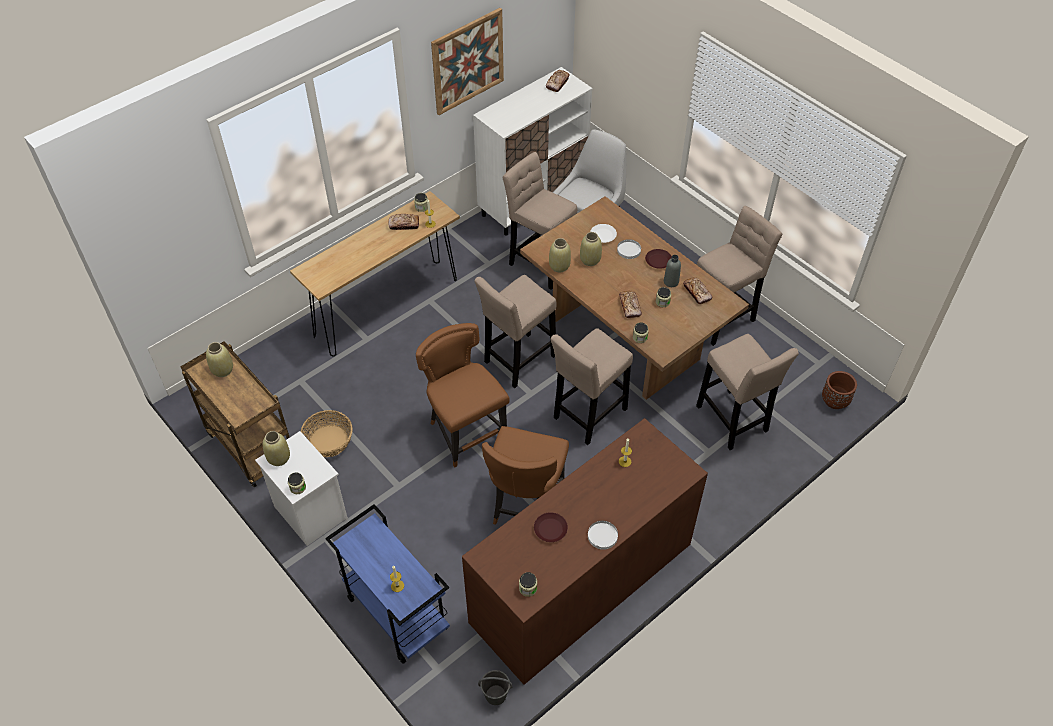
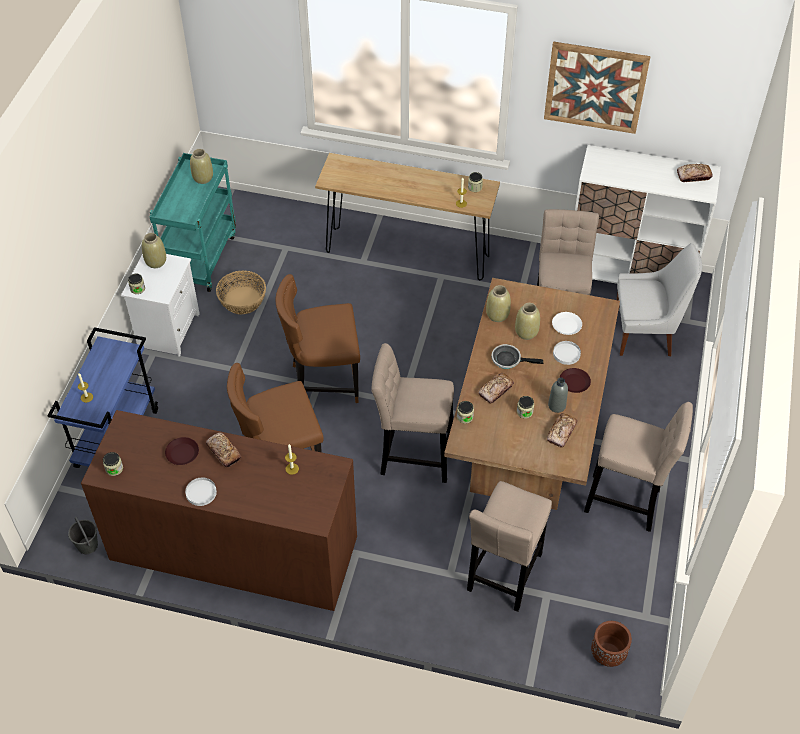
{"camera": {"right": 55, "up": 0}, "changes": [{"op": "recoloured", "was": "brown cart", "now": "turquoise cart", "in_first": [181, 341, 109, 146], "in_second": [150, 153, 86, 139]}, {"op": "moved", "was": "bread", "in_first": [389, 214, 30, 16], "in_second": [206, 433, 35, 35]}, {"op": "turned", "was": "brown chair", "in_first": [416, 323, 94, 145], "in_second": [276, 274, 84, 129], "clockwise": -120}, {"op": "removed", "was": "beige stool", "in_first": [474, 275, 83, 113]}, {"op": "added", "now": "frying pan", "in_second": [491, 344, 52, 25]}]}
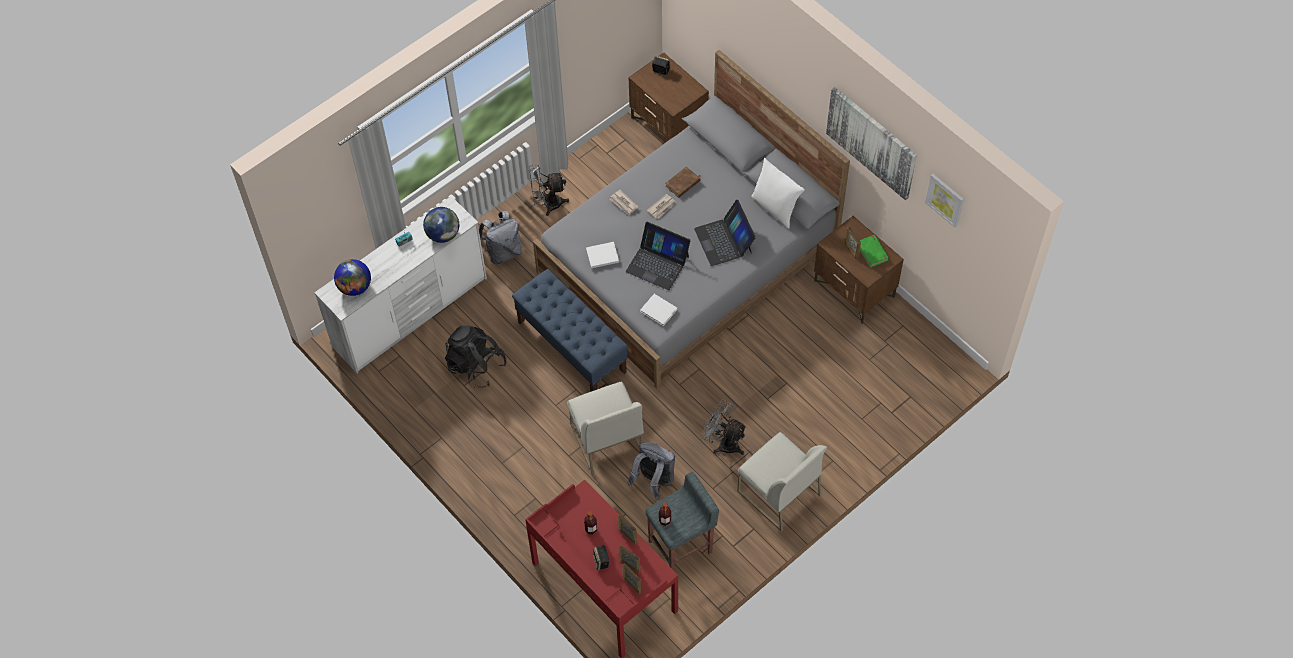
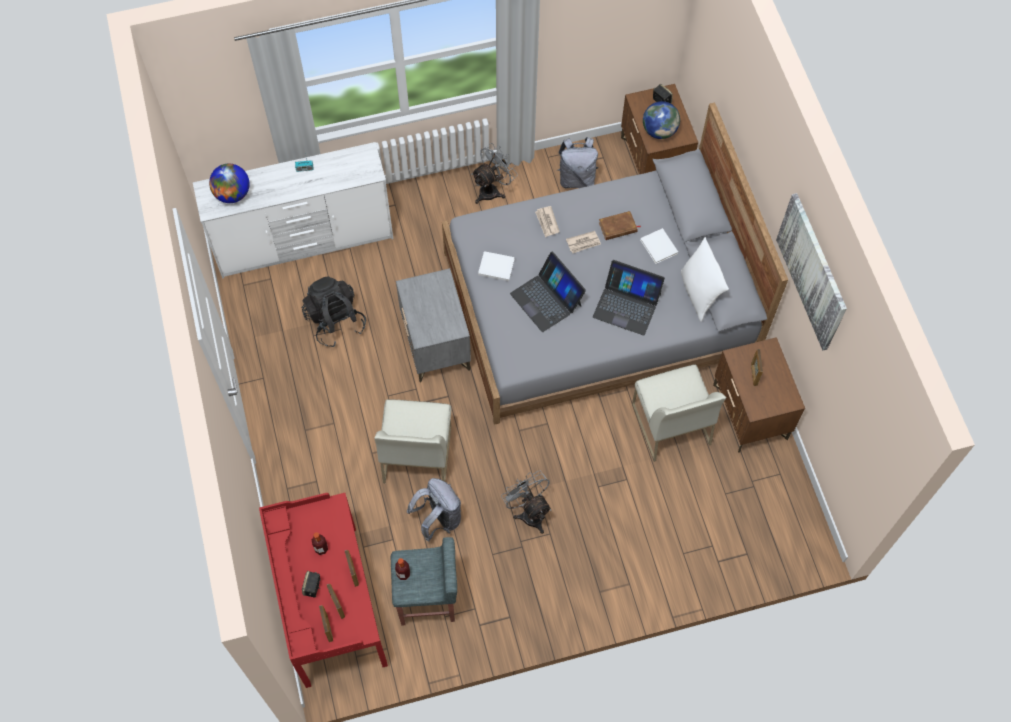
{"camera": {"right": 25, "up": 5}, "changes": [{"op": "moved", "was": "globe", "in_first": [423, 207, 36, 36], "in_second": [643, 101, 37, 38]}, {"op": "moved", "was": "grey backpack", "in_first": [479, 211, 43, 53], "in_second": [558, 137, 40, 51]}, {"op": "replaced", "was": "blue bench", "now": "grey nightstand", "in_first": [512, 269, 116, 123], "in_second": [396, 268, 75, 115]}, {"op": "turned", "was": "grey fan", "in_first": [529, 164, 40, 52], "in_second": [471, 143, 47, 61], "clockwise": 120}, {"op": "moved", "was": "white book", "in_first": [640, 294, 38, 32], "in_second": [640, 228, 38, 36]}, {"op": "turned", "was": "laptop", "in_first": [694, 200, 62, 66], "in_second": [593, 260, 72, 76], "clockwise": -75}, {"op": "moved", "was": "white chair", "in_first": [737, 432, 90, 100], "in_second": [632, 364, 94, 98]}, {"op": "removed", "was": "green book", "in_first": [860, 235, 29, 33]}, {"op": "removed", "was": "picture", "in_first": [925, 174, 39, 54]}]}
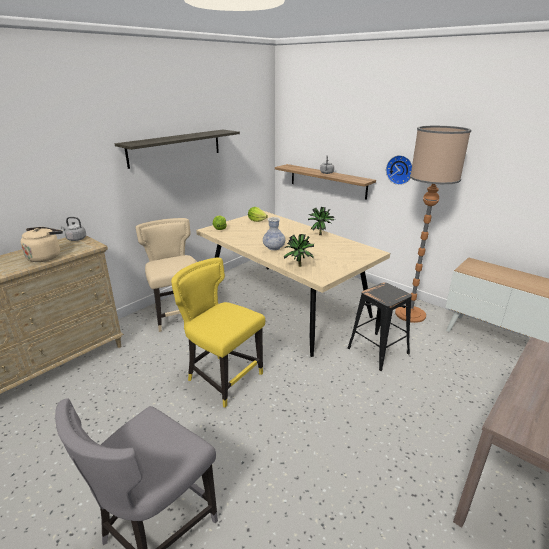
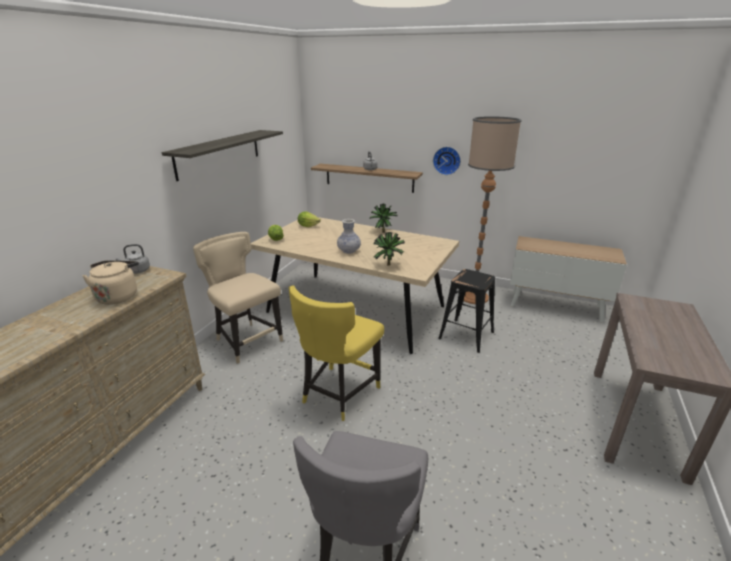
{"camera": {"right": -20, "up": 0}, "changes": [{"op": "turned", "was": "yellow chair", "in_first": [171, 258, 94, 150], "in_second": [289, 285, 95, 136], "clockwise": -75}]}
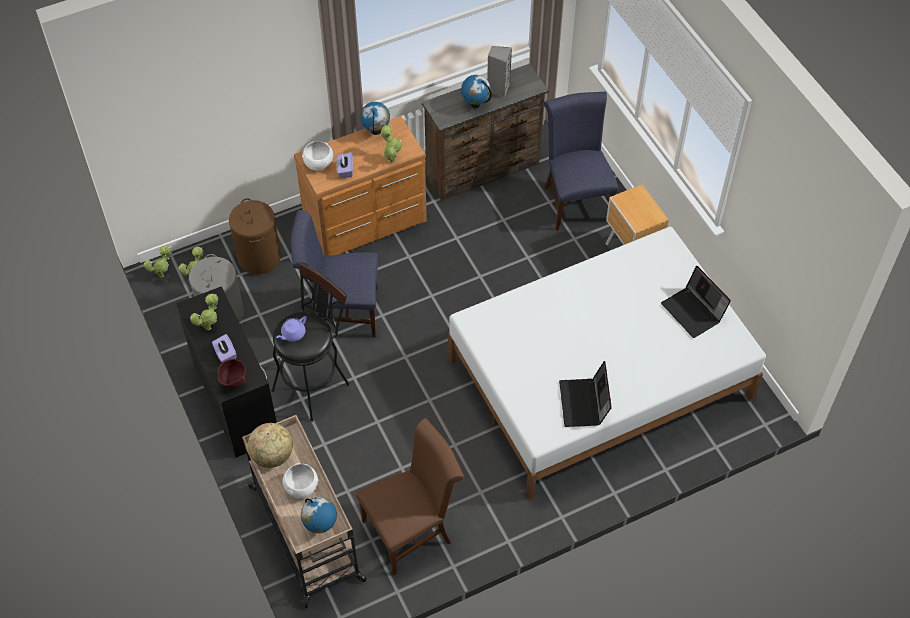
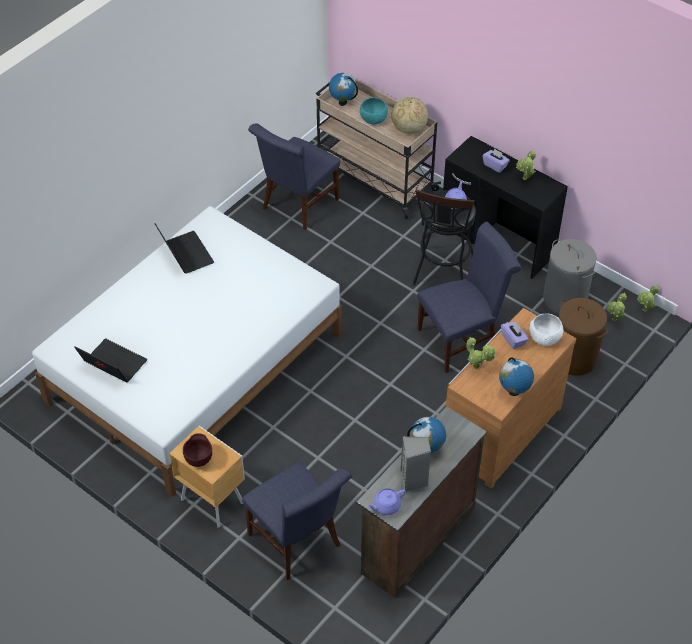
{"camera": {"right": 155, "up": -5}, "changes": [{"op": "moved", "was": "brown bowl", "in_first": [218, 359, 29, 29], "in_second": [183, 433, 29, 34]}, {"op": "recoloured", "was": "white bowl", "now": "turquoise bowl", "in_first": [283, 463, 35, 36], "in_second": [360, 98, 28, 26]}, {"op": "recoloured", "was": "brown chair", "now": "blue chair", "in_first": [356, 418, 108, 157], "in_second": [248, 123, 92, 108]}, {"op": "added", "now": "purple teapot", "in_second": [367, 488, 39, 27]}]}
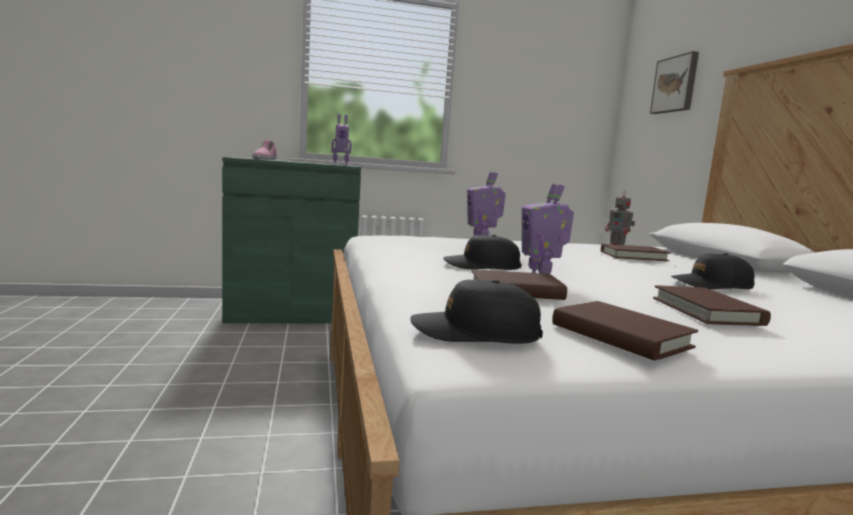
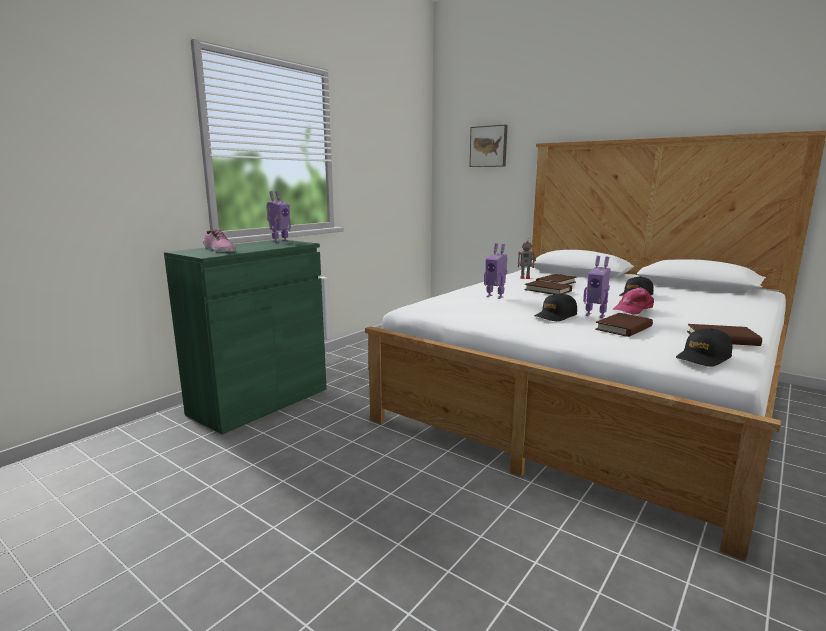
{"camera": {"right": -40, "up": 5}, "changes": [{"op": "moved", "was": "brown book", "in_first": [653, 285, 118, 41], "in_second": [524, 280, 48, 15]}, {"op": "added", "now": "pink cap", "in_second": [612, 287, 42, 28]}]}
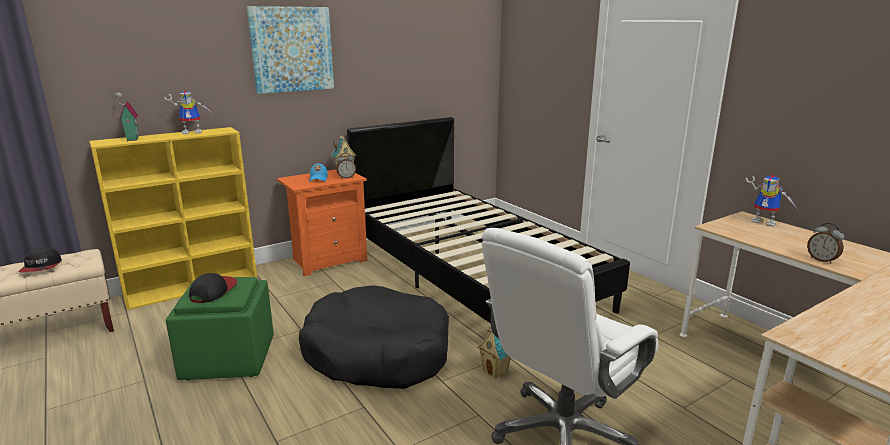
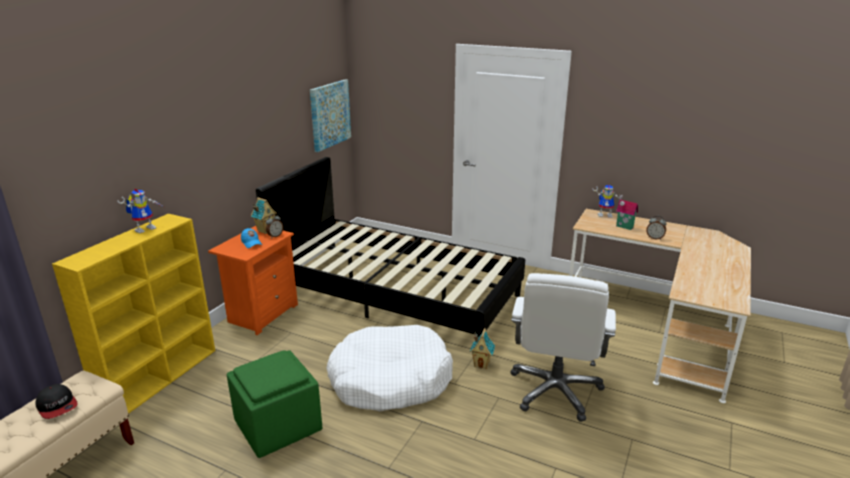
{"camera": {"right": -30, "up": 5}, "changes": [{"op": "moved", "was": "toy house", "in_first": [115, 92, 24, 49], "in_second": [616, 195, 22, 35]}, {"op": "removed", "was": "cap", "in_first": [189, 273, 48, 30]}, {"op": "moved", "was": "picture", "in_first": [247, 6, 87, 88], "in_second": [310, 79, 41, 73]}, {"op": "recoloured", "was": "black dog bed", "now": "white dog bed", "in_first": [299, 285, 150, 104], "in_second": [326, 325, 127, 87]}]}
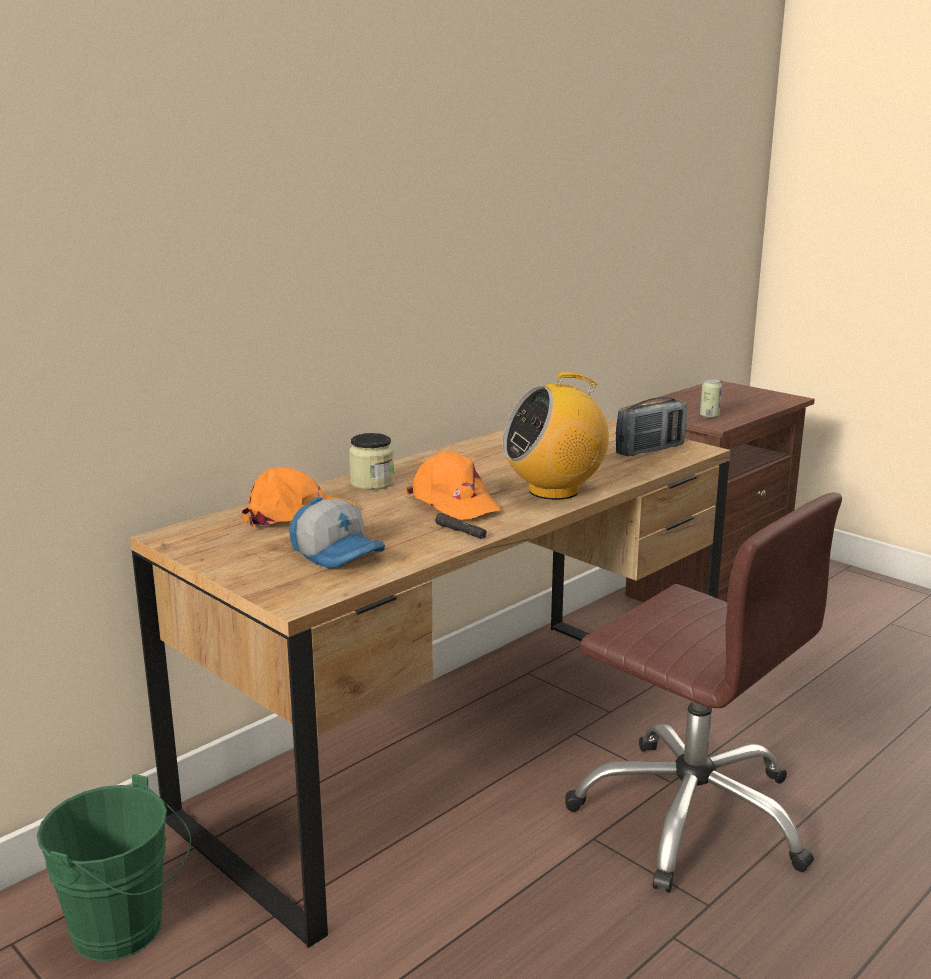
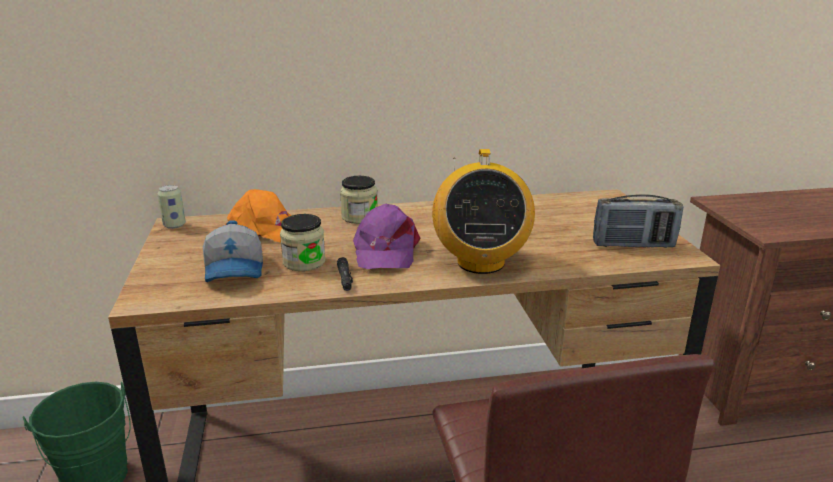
{"camera": {"right": 35, "up": 5}, "changes": [{"op": "recoloured", "was": "orange cap", "now": "purple cap", "in_first": [406, 451, 96, 69], "in_second": [353, 204, 67, 65]}, {"op": "turned", "was": "radio", "in_first": [503, 372, 106, 128], "in_second": [432, 149, 103, 125], "clockwise": -105}, {"op": "moved", "was": "can", "in_first": [700, 379, 22, 40], "in_second": [158, 185, 28, 44]}, {"op": "added", "now": "jar", "in_second": [280, 214, 45, 57]}]}
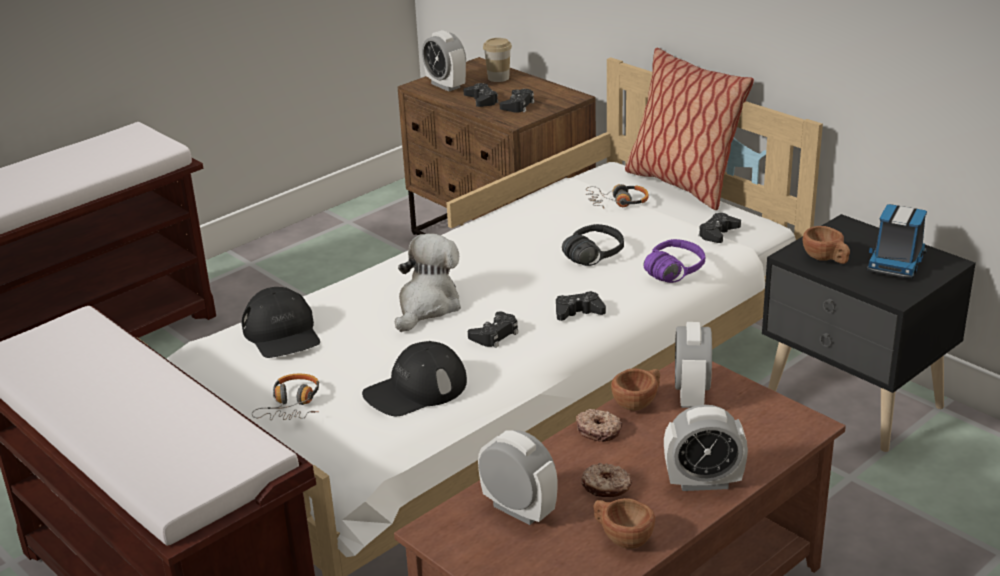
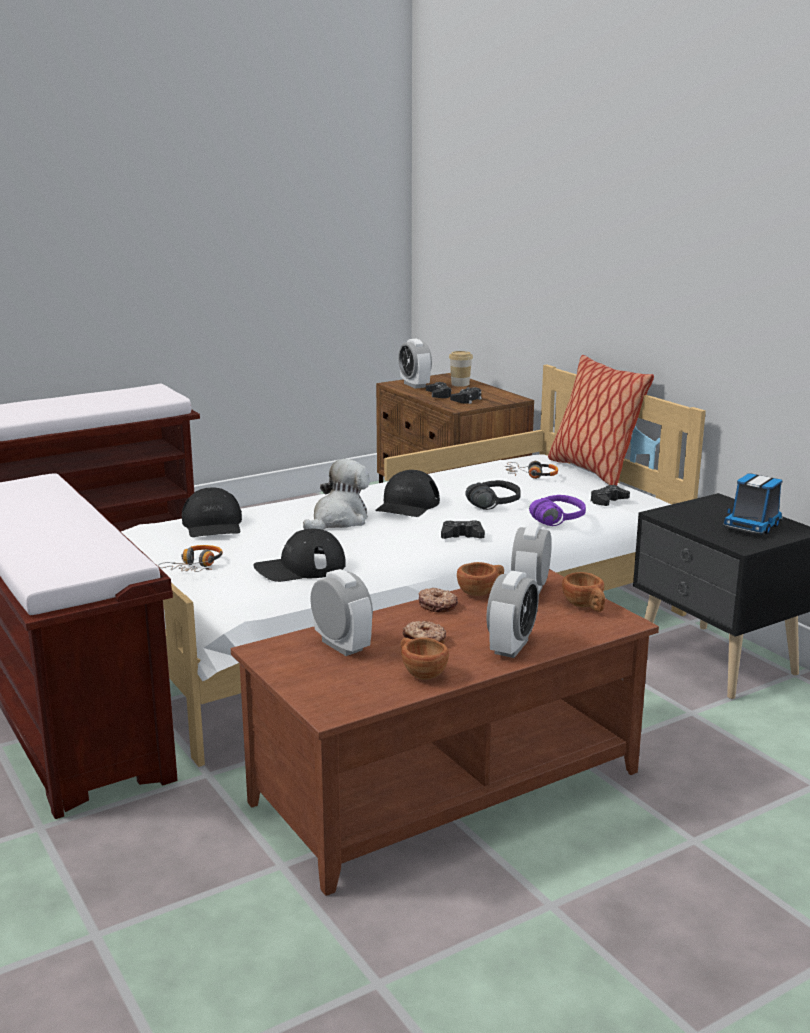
{"camera": {"right": 10, "up": -10}, "changes": [{"op": "removed", "was": "black game controller", "in_first": [468, 311, 50, 37]}, {"op": "turned", "was": "alarm clock", "in_first": [664, 405, 84, 86], "in_second": [486, 571, 53, 87], "clockwise": -75}, {"op": "moved", "was": "brown cup", "in_first": [803, 226, 47, 38], "in_second": [562, 572, 43, 40]}, {"op": "added", "now": "black cap", "in_second": [375, 470, 65, 47]}]}
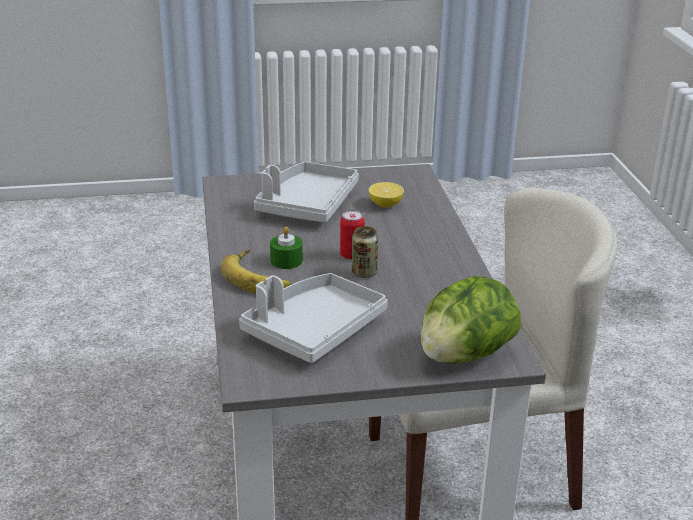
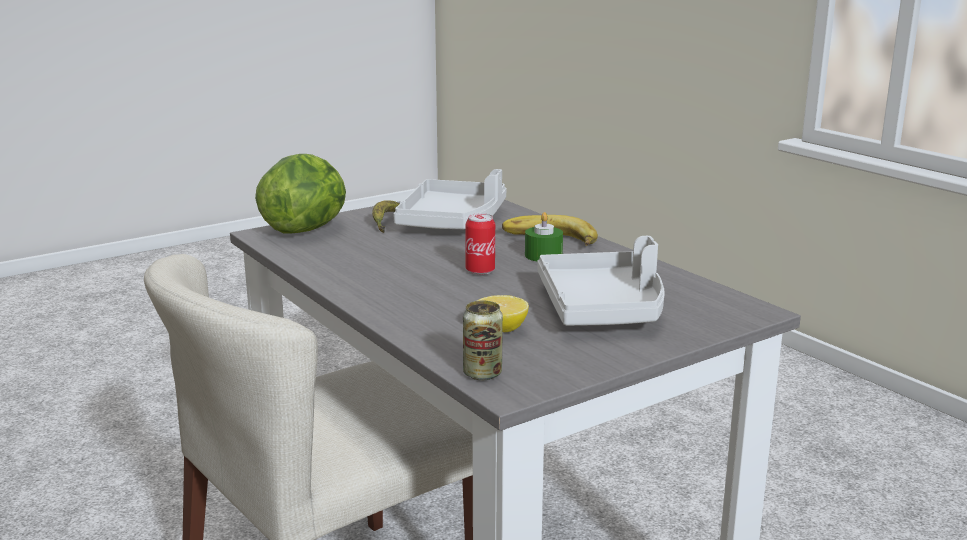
{"camera": {"right": 155, "up": -10}, "changes": [{"op": "moved", "was": "can", "in_first": [352, 226, 26, 52], "in_second": [463, 300, 40, 80]}, {"op": "added", "now": "banana", "in_second": [372, 200, 27, 33]}]}
